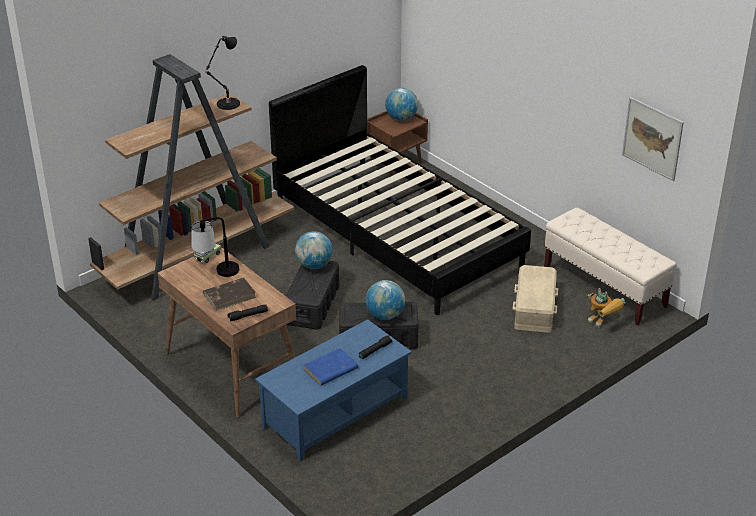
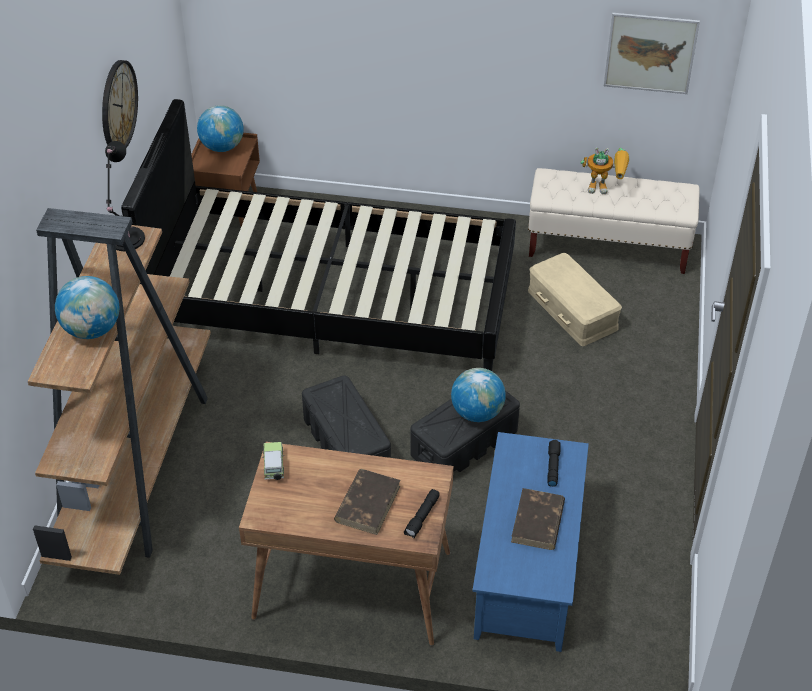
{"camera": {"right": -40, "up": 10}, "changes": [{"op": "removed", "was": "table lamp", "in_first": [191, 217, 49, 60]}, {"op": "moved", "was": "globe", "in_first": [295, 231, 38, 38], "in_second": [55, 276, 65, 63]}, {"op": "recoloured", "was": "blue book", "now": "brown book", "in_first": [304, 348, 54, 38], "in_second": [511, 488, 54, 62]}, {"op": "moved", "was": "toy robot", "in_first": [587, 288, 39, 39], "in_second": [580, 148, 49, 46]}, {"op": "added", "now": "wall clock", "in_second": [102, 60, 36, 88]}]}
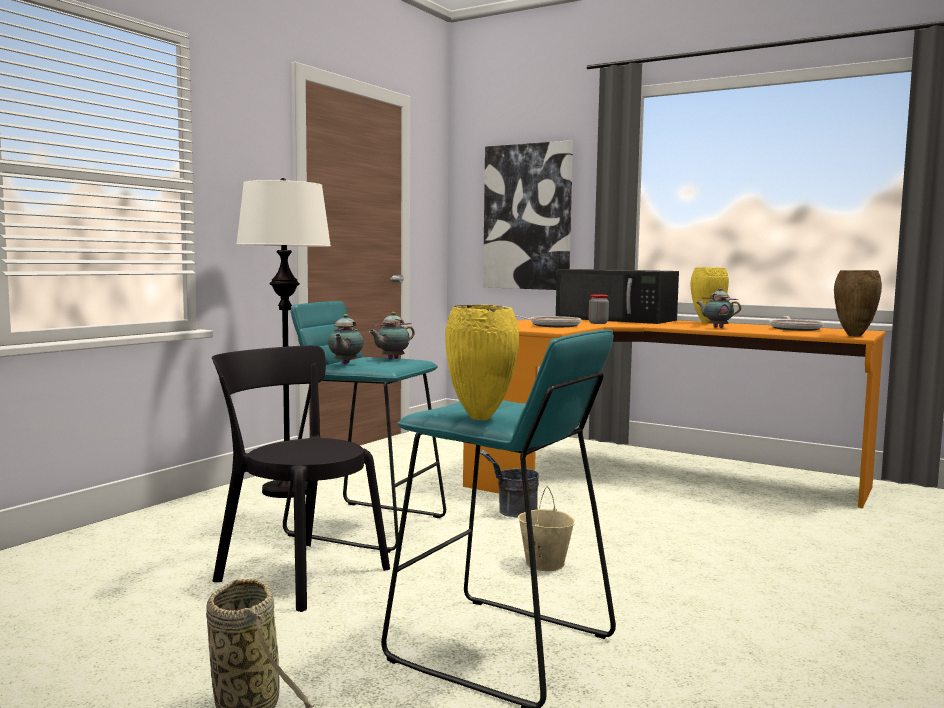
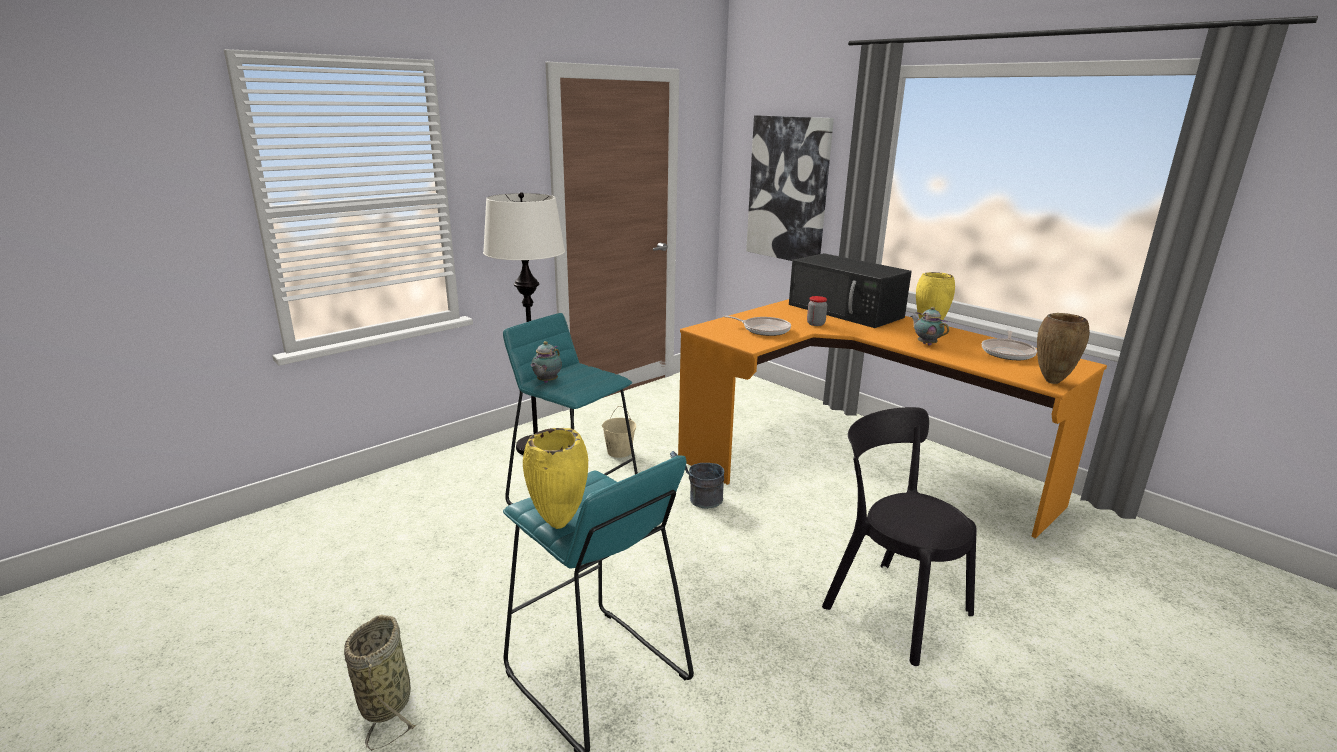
{"camera": {"right": 15, "up": 15}, "changes": [{"op": "moved", "was": "black chair", "in_first": [212, 345, 178, 267], "in_second": [822, 407, 155, 259]}, {"op": "removed", "was": "teapot", "in_first": [369, 312, 46, 47]}, {"op": "moved", "was": "beige bucket", "in_first": [518, 486, 57, 85], "in_second": [602, 406, 34, 52]}]}
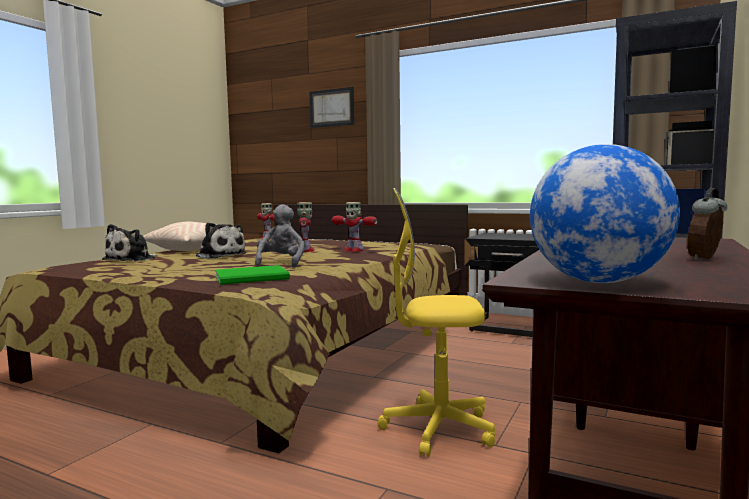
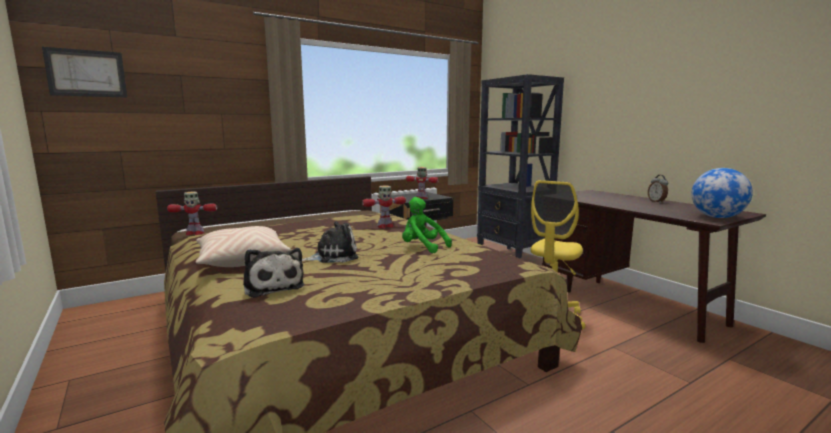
{"camera": {"right": -60, "up": 5}, "changes": [{"op": "removed", "was": "green book", "in_first": [215, 265, 75, 20]}, {"op": "recoloured", "was": "grey plush toy", "now": "green plush toy", "in_first": [255, 204, 50, 64], "in_second": [402, 197, 50, 56]}, {"op": "moved", "was": "toy robot", "in_first": [297, 202, 17, 50], "in_second": [406, 167, 33, 32]}, {"op": "moved", "was": "picture", "in_first": [309, 87, 45, 41], "in_second": [42, 47, 85, 51]}]}
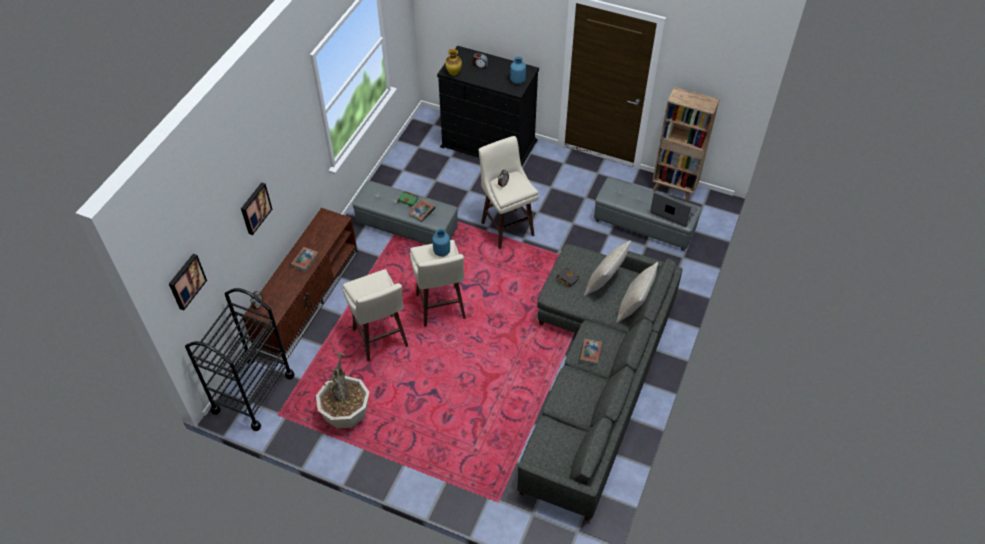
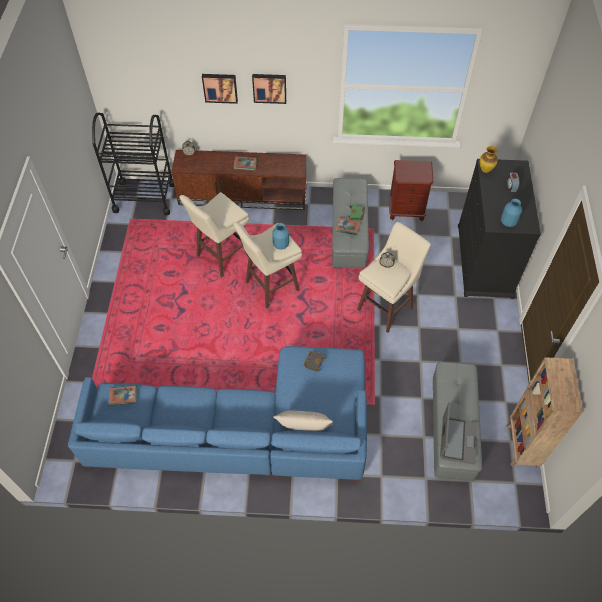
{"camera": {"right": 70, "up": 5}, "changes": [{"op": "moved", "was": "picture", "in_first": [169, 254, 38, 56], "in_second": [252, 74, 34, 30]}, {"op": "removed", "was": "potted plant", "in_first": [316, 350, 54, 78]}, {"op": "recoloured", "was": "grey sofa", "now": "blue sofa", "in_first": [517, 244, 166, 277], "in_second": [68, 346, 299, 135]}, {"op": "moved", "was": "book", "in_first": [579, 339, 24, 26], "in_second": [109, 385, 28, 21]}, {"op": "removed", "was": "beige pillow", "in_first": [584, 241, 47, 55]}, {"op": "added", "now": "brown nightstand", "in_second": [389, 160, 44, 61]}]}
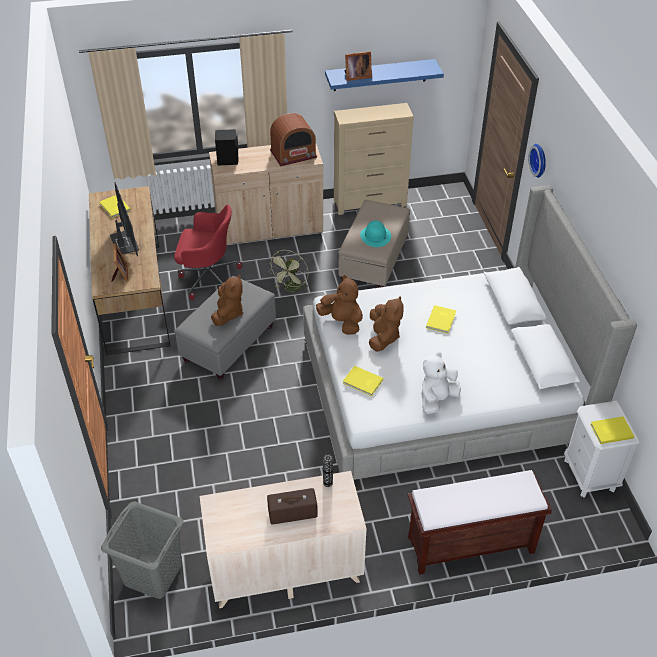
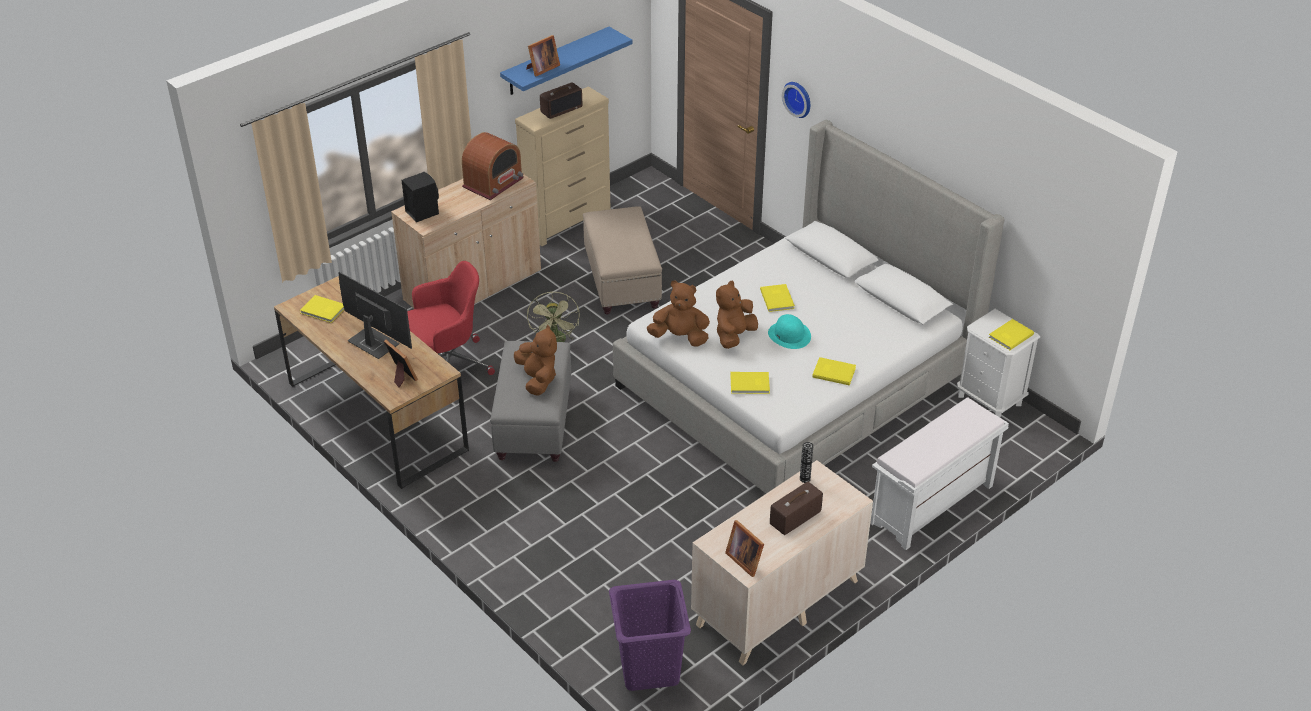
{"camera": {"right": -30, "up": -5}, "changes": [{"op": "recoloured", "was": "grey laundry basket", "now": "purple laundry basket", "in_first": [101, 502, 82, 97], "in_second": [609, 580, 82, 111]}, {"op": "moved", "was": "turquoise hat", "in_first": [360, 220, 31, 27], "in_second": [768, 314, 43, 35]}, {"op": "turned", "was": "brown plush toy", "in_first": [369, 296, 35, 56], "in_second": [716, 281, 42, 68], "clockwise": -120}, {"op": "recoloured", "was": "brown bench", "now": "white bench", "in_first": [408, 470, 144, 105], "in_second": [870, 397, 139, 153]}, {"op": "replaced", "was": "white plush toy", "now": "yellow book", "in_first": [421, 352, 40, 62], "in_second": [812, 357, 44, 29]}, {"op": "added", "now": "radio", "in_second": [540, 82, 42, 37]}, {"op": "added", "now": "picture frame", "in_second": [725, 520, 39, 57]}]}
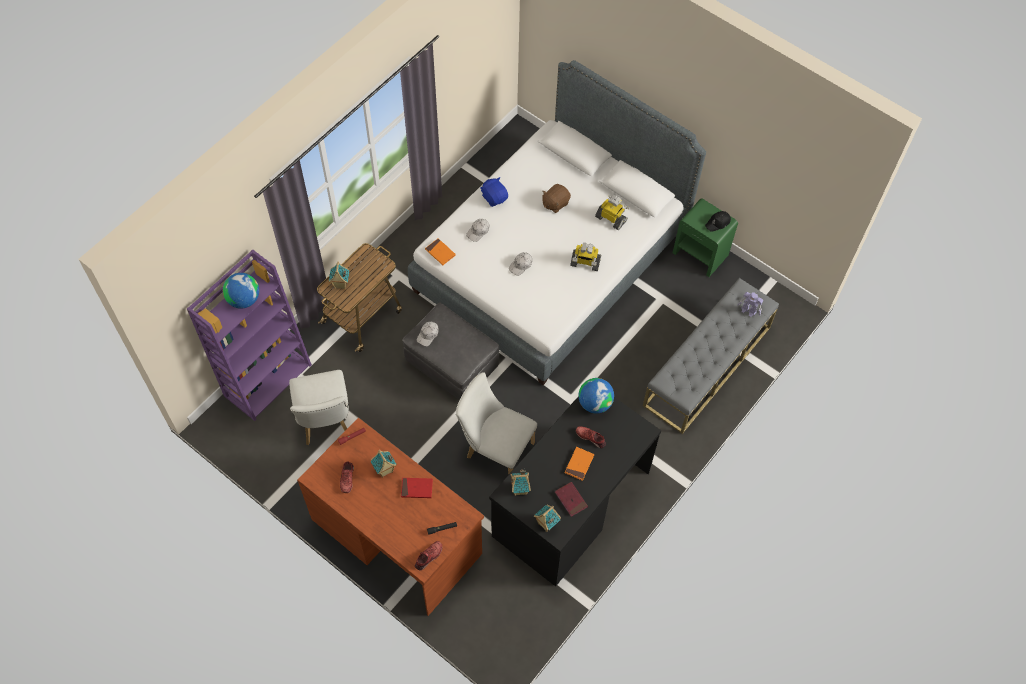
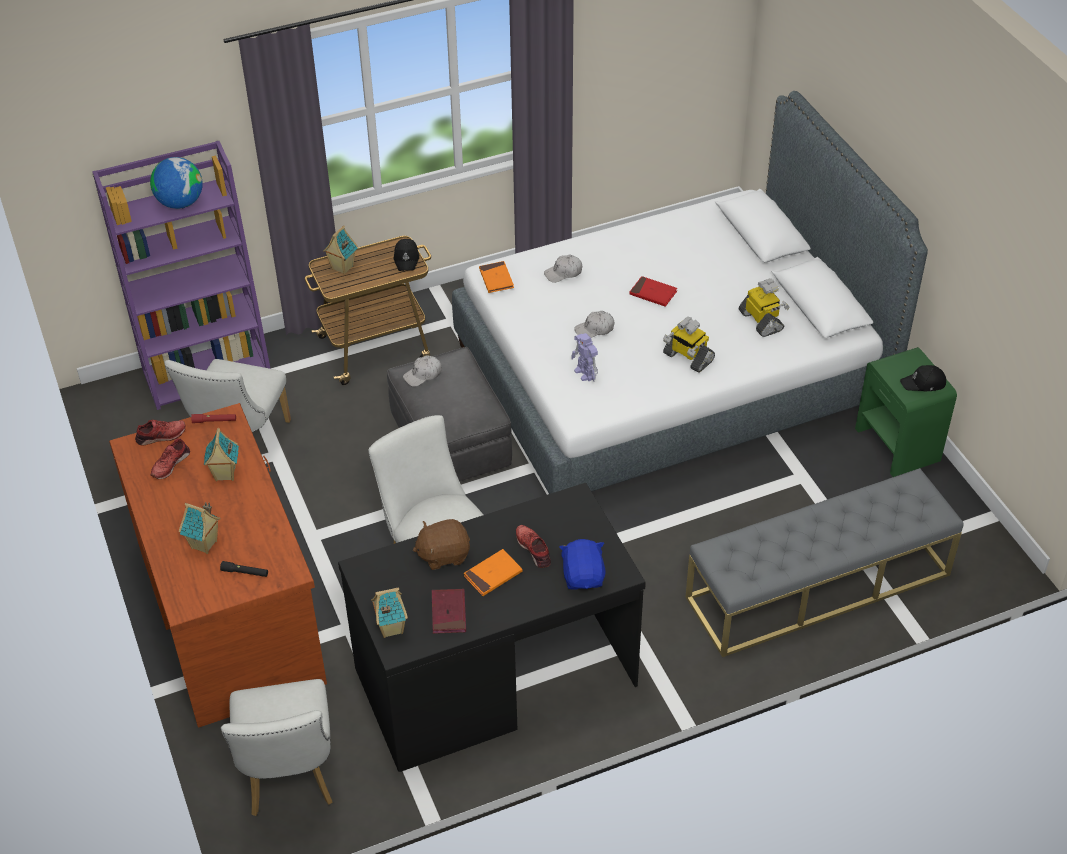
{"camera": {"right": 30, "up": -15}, "changes": [{"op": "moved", "was": "red book", "in_first": [401, 478, 32, 20], "in_second": [629, 276, 48, 31]}, {"op": "moved", "was": "red shoe", "in_first": [415, 541, 28, 29], "in_second": [135, 420, 51, 25]}, {"op": "moved", "was": "blue plush toy", "in_first": [480, 177, 28, 30], "in_second": [559, 539, 46, 51]}, {"op": "moved", "was": "toy house", "in_first": [510, 469, 21, 27], "in_second": [179, 502, 42, 52]}, {"op": "moved", "was": "brown plush toy", "in_first": [542, 184, 29, 29], "in_second": [413, 519, 57, 51]}, {"op": "removed", "was": "globe", "in_first": [578, 378, 36, 36]}, {"op": "moved", "was": "toy robot", "in_first": [737, 292, 26, 25], "in_second": [571, 333, 27, 49]}, {"op": "added", "now": "white chair", "in_second": [221, 679, 112, 137]}, {"op": "added", "now": "black cap", "in_second": [394, 239, 25, 32]}]}
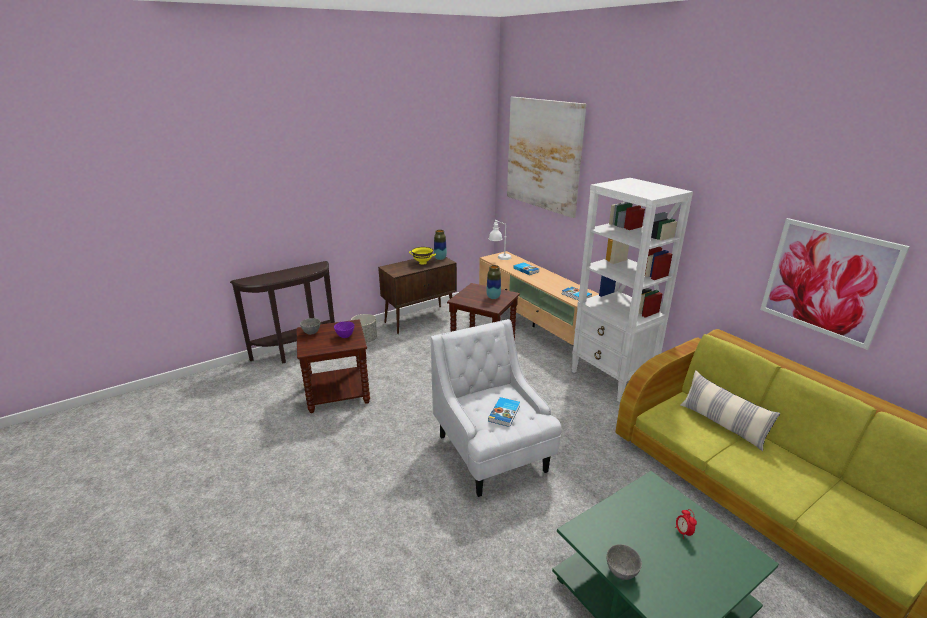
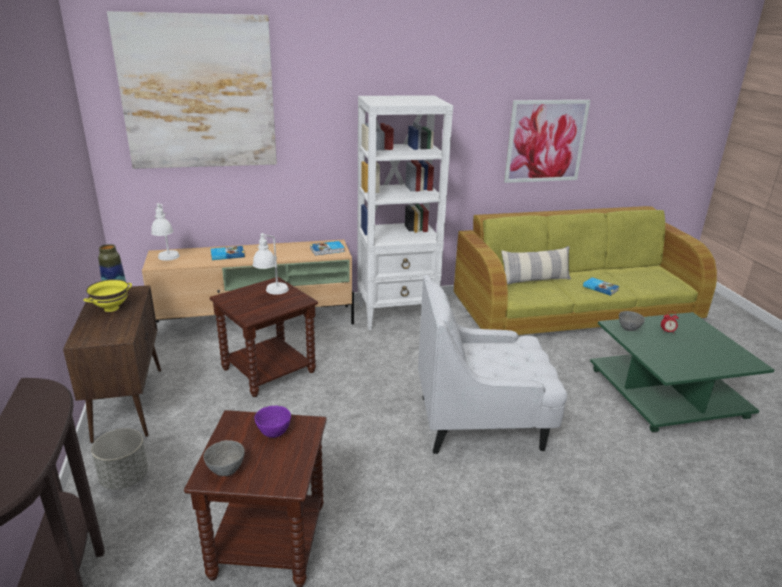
{"camera": {"right": -70, "up": 0}, "changes": [{"op": "replaced", "was": "vase", "now": "white table lamp", "in_first": [486, 265, 15, 34], "in_second": [253, 233, 36, 62]}, {"op": "moved", "was": "book", "in_first": [488, 397, 32, 30], "in_second": [583, 277, 36, 19]}, {"op": "moved", "was": "grey bowl", "in_first": [606, 544, 36, 36], "in_second": [619, 311, 26, 20]}]}
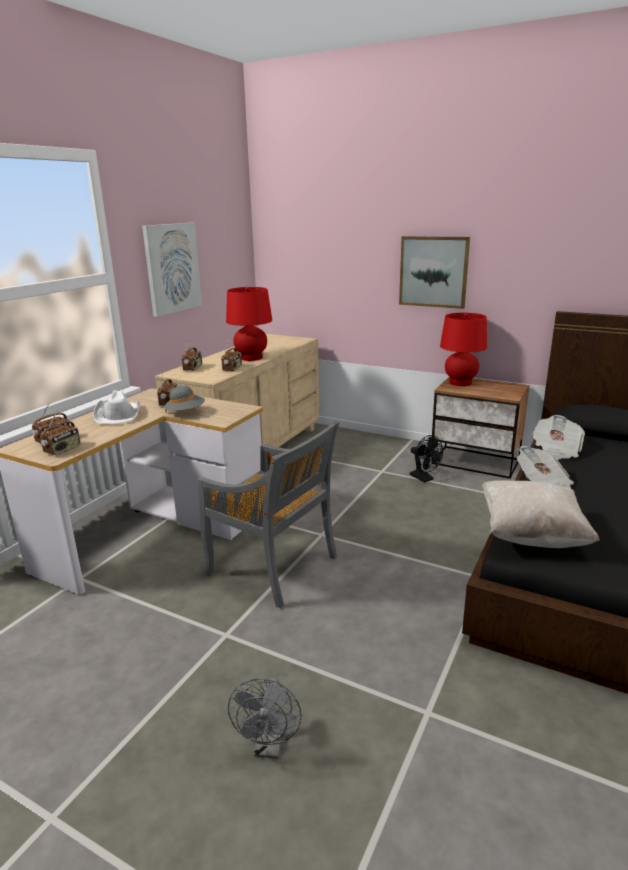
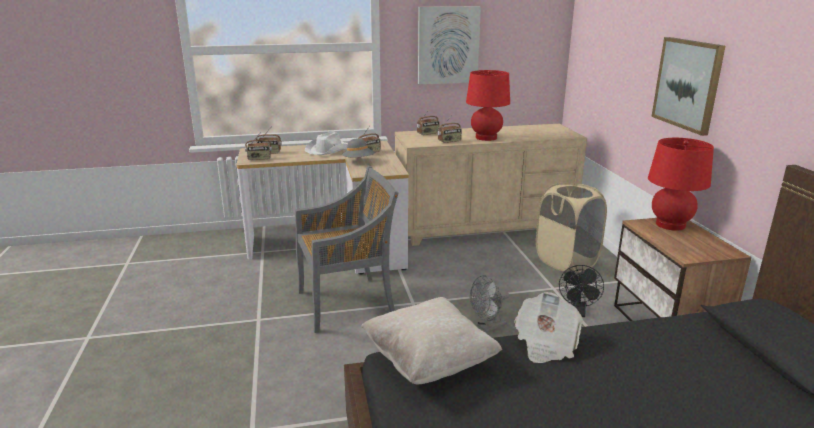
{"camera": {"right": 50, "up": 0}, "changes": [{"op": "turned", "was": "grey chair", "in_first": [198, 421, 141, 187], "in_second": [295, 166, 104, 167], "clockwise": -105}, {"op": "moved", "was": "grey fan", "in_first": [228, 678, 74, 81], "in_second": [470, 275, 39, 57]}, {"op": "removed", "was": "newspaper", "in_first": [532, 415, 53, 45]}, {"op": "added", "now": "beige laundry basket", "in_second": [536, 183, 71, 90]}]}
